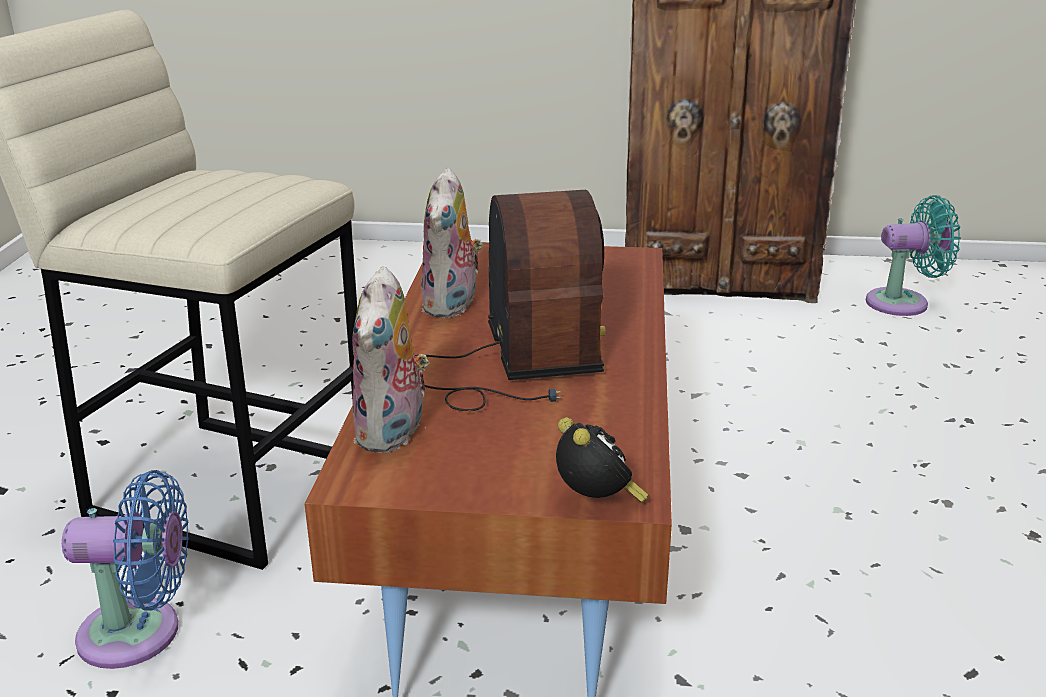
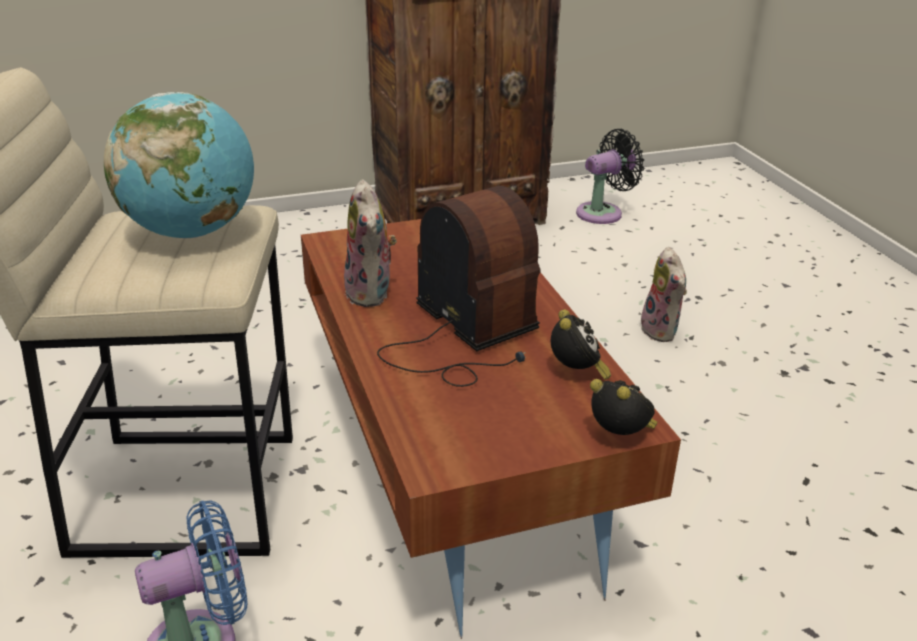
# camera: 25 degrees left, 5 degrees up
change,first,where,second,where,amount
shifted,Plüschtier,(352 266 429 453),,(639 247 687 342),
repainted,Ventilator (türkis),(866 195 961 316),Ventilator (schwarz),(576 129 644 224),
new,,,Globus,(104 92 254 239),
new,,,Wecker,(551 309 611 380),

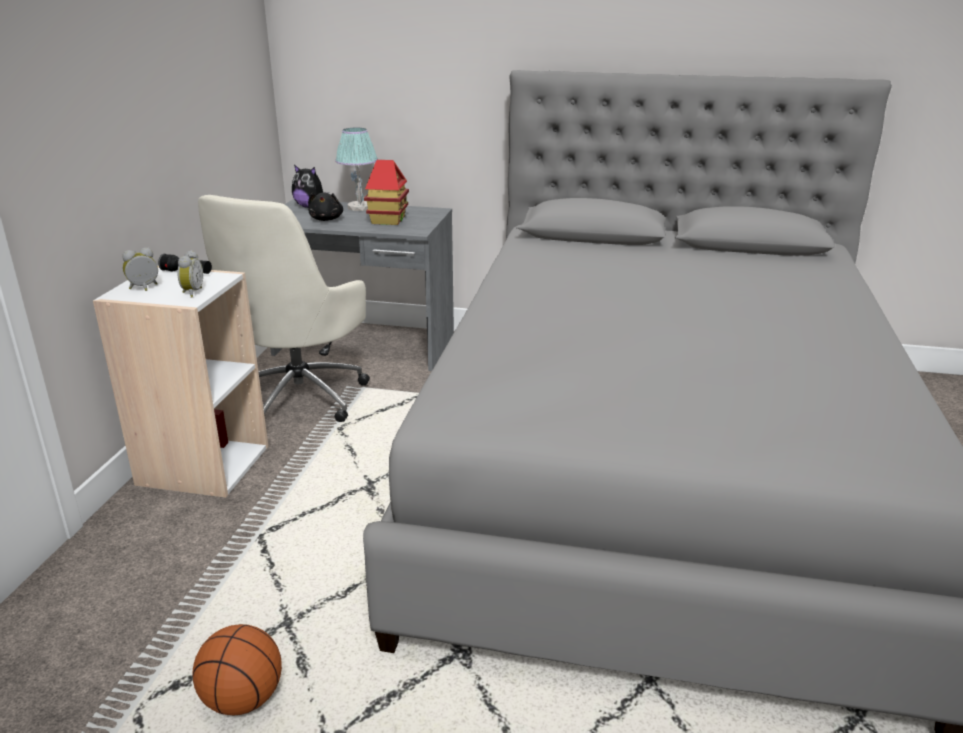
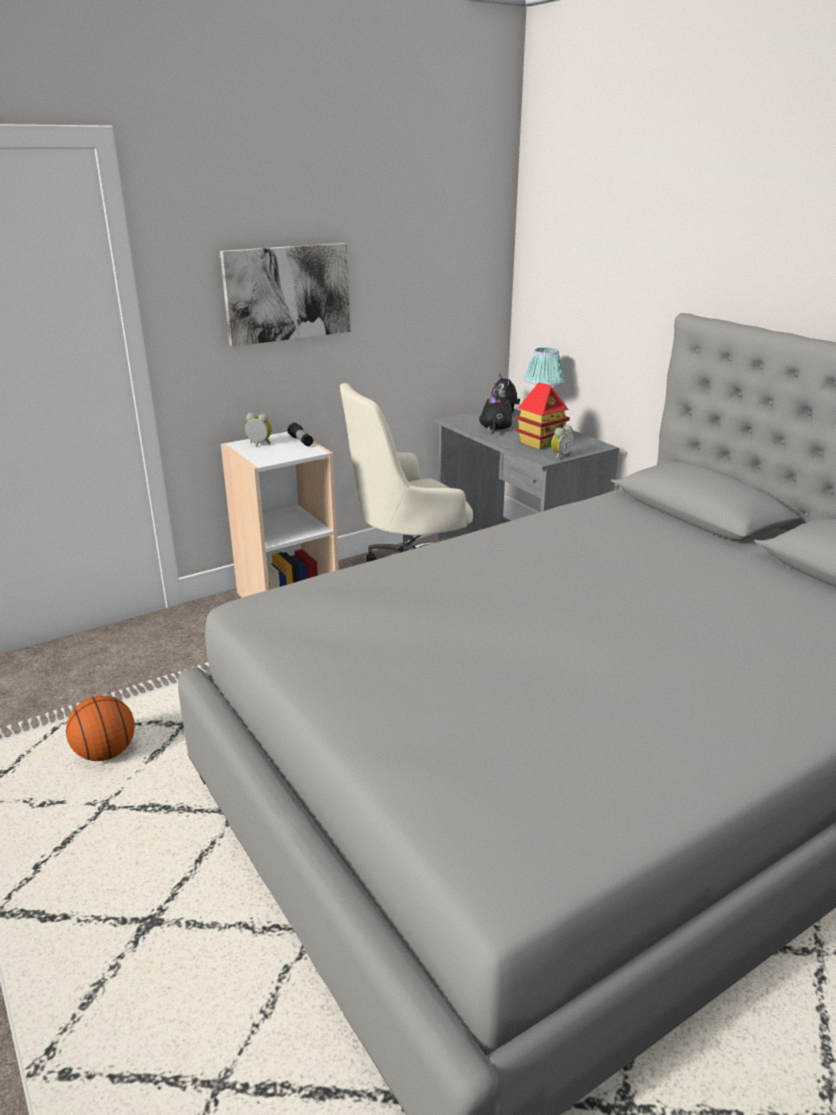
# camera: 45 degrees right, 0 degrees up
change,first,where,second,where,amount
shifted,Wecker,(178 250 203 298),,(551 425 574 460),
rotated,Plüschtier (schwarz),(308 192 343 221),,(479 398 512 435),150 degrees clockwise
new,,,Bild,(220 243 350 346),

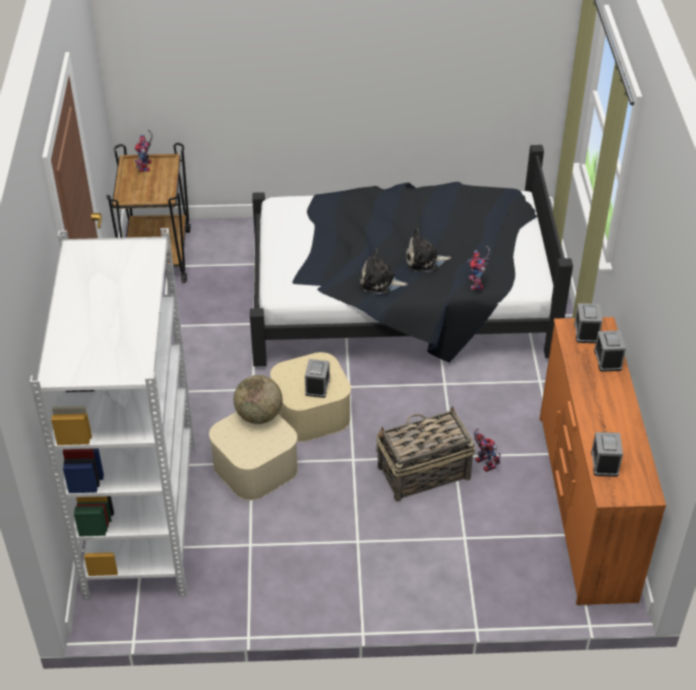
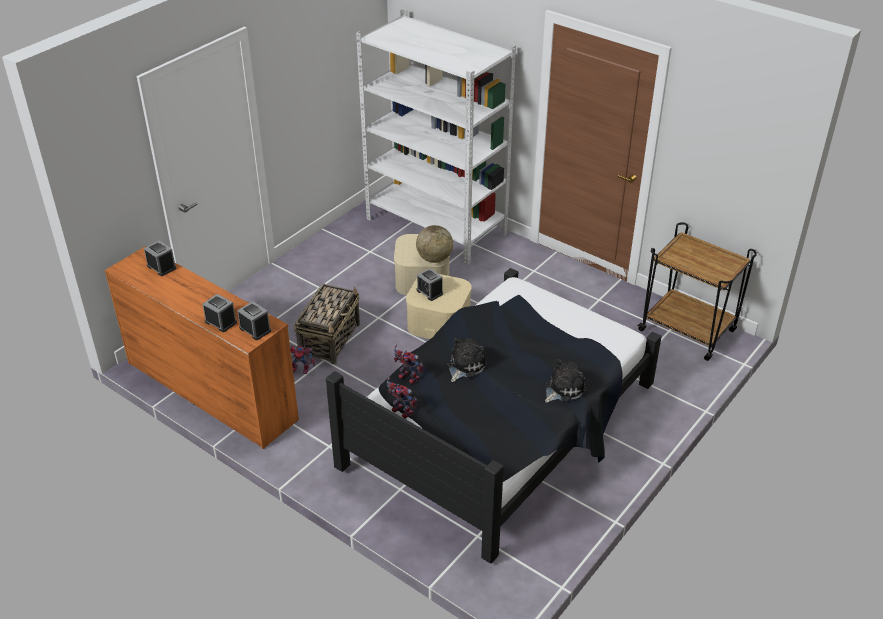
# camera: 130 degrees right, 5 degrees down
change,first,where,second,where,amount
shifted,Spielzeugroboter,(135 130 153 172),,(387 377 417 419),
shifted,Plüschtier,(360 249 408 294),,(545 359 587 403),

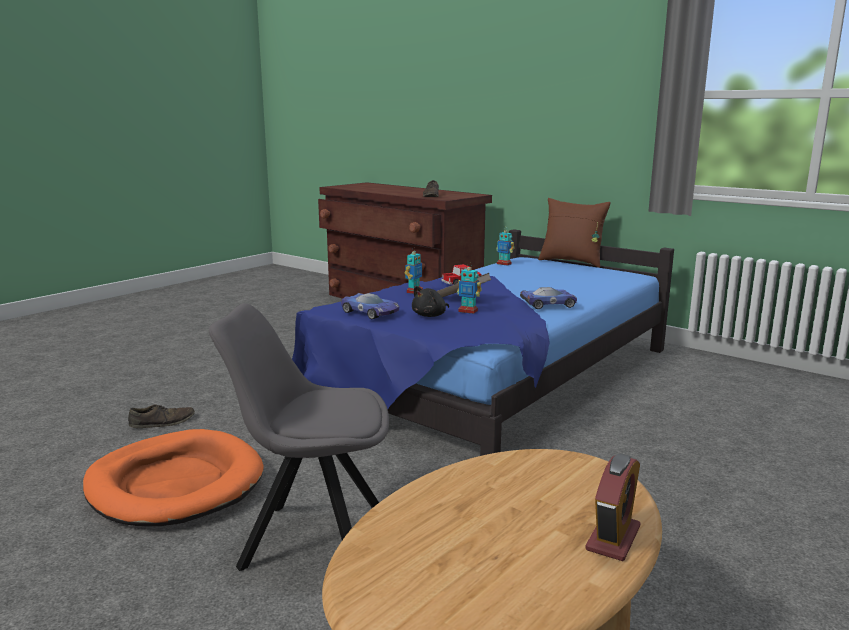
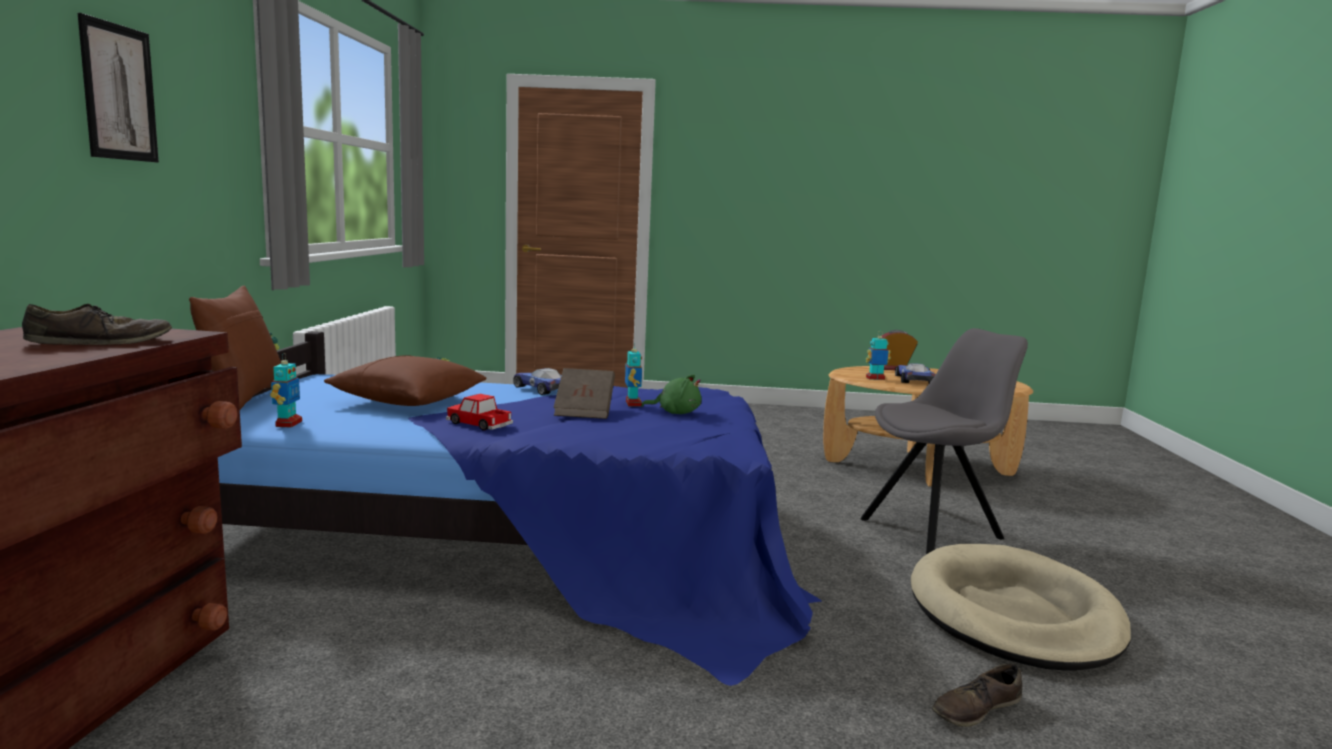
# camera: 125 degrees left, 5 degrees down
change,first,where,second,where,amount
repainted,Hundebett (orange),(83 429 264 526),Hundebett (beige),(911 544 1131 671),
rotated,Schuh (braun),(128 404 195 428),,(932 664 1022 727),60 degrees counterclockwise
rotated,Stuhl (grau),(209 303 389 571),,(861 328 1028 554),90 degrees counterclockwise
shifted,Spielzeugauto,(341 293 400 319),,(895 363 936 383),
shifted,Spielzeugroboter,(405 247 423 294),,(866 332 890 380),
repainted,Plüschtier (schwarz),(412 286 449 317),Plüschtier (grün),(641 375 702 414),
new,,,Bild,(78 13 159 162),
new,,,Kissen (braun),(324 355 486 406),

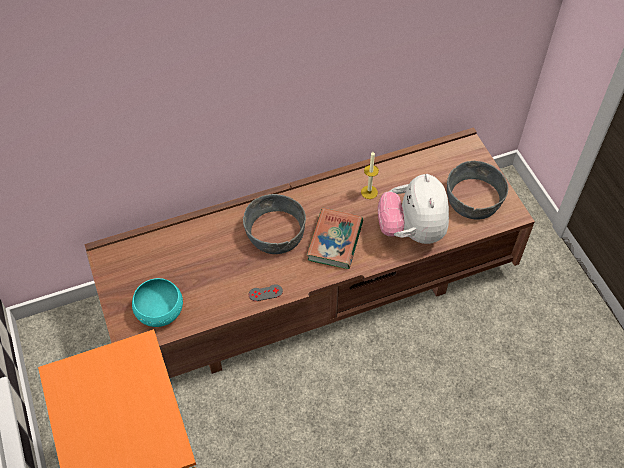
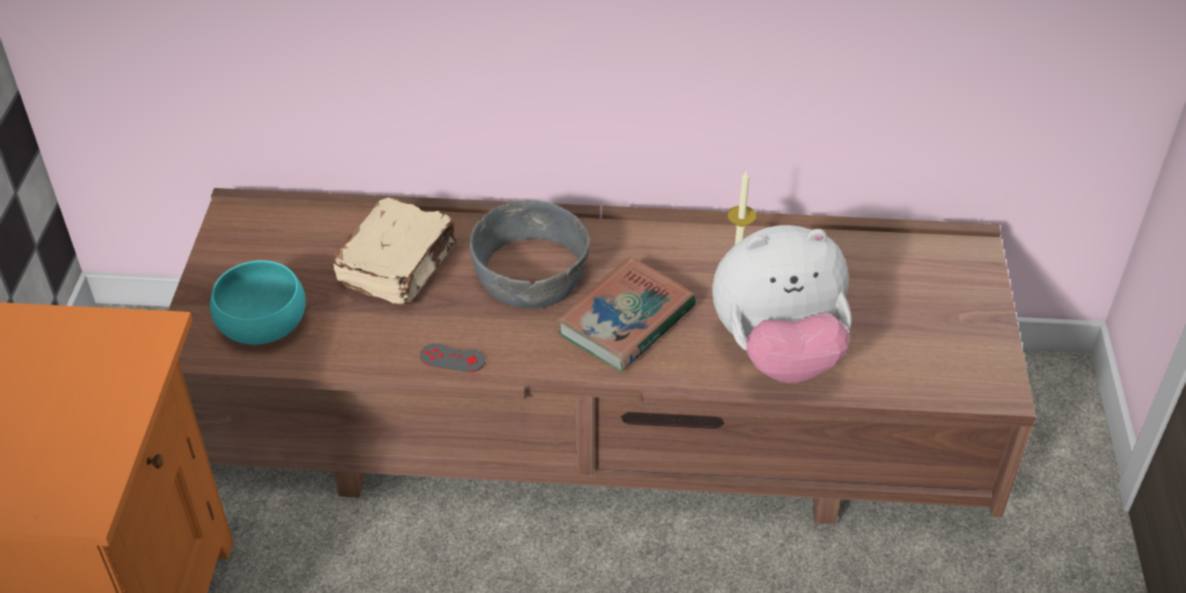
# camera: 25 degrees right, 10 degrees down
change,first,where,second,where,amount
rotated,Plüschtier,(378 174 449 244),,(712 225 852 383),120 degrees counterclockwise
gone,Schüssel (grau),(447 161 508 220),,,
new,,,Buch (beige),(333 197 457 304),

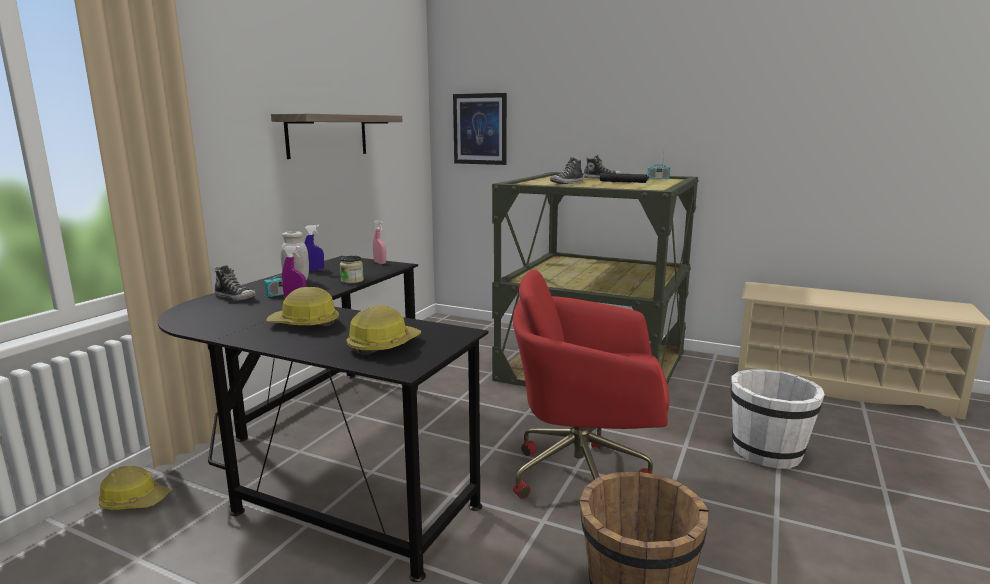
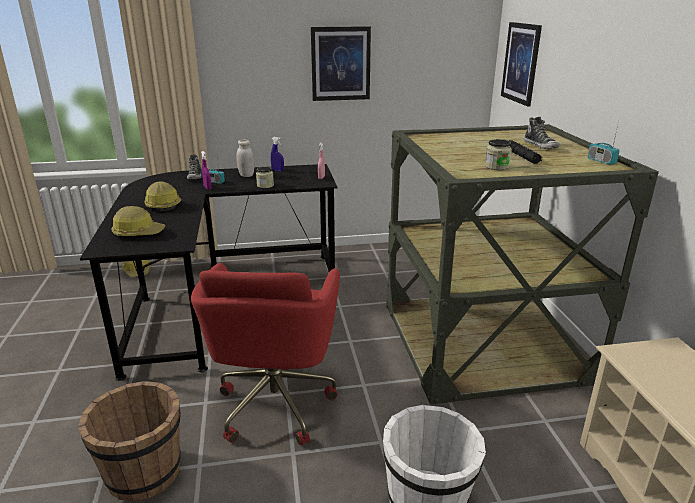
# camera: 55 degrees right, 10 degrees up
change,first,where,second,where,amount
swapped,Wandregal,(271 114 402 159),Bild,(311 26 371 101),
rotated,Bürostuhl (rot),(513 270 669 499),,(191 263 340 446),150 degrees counterclockwise
gone,Schuh,(550 157 583 184),,,
new,,,Vorratsglas,(485 139 512 170),

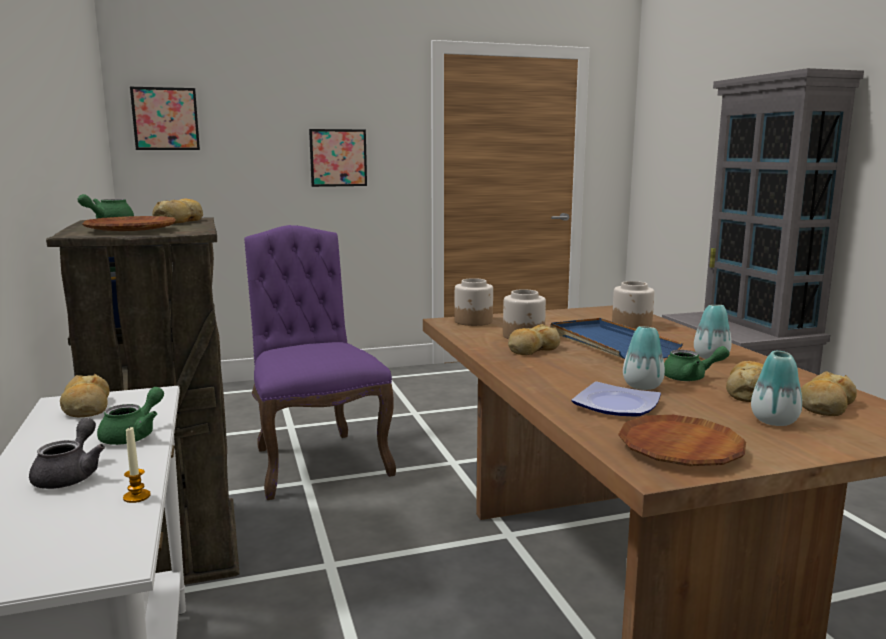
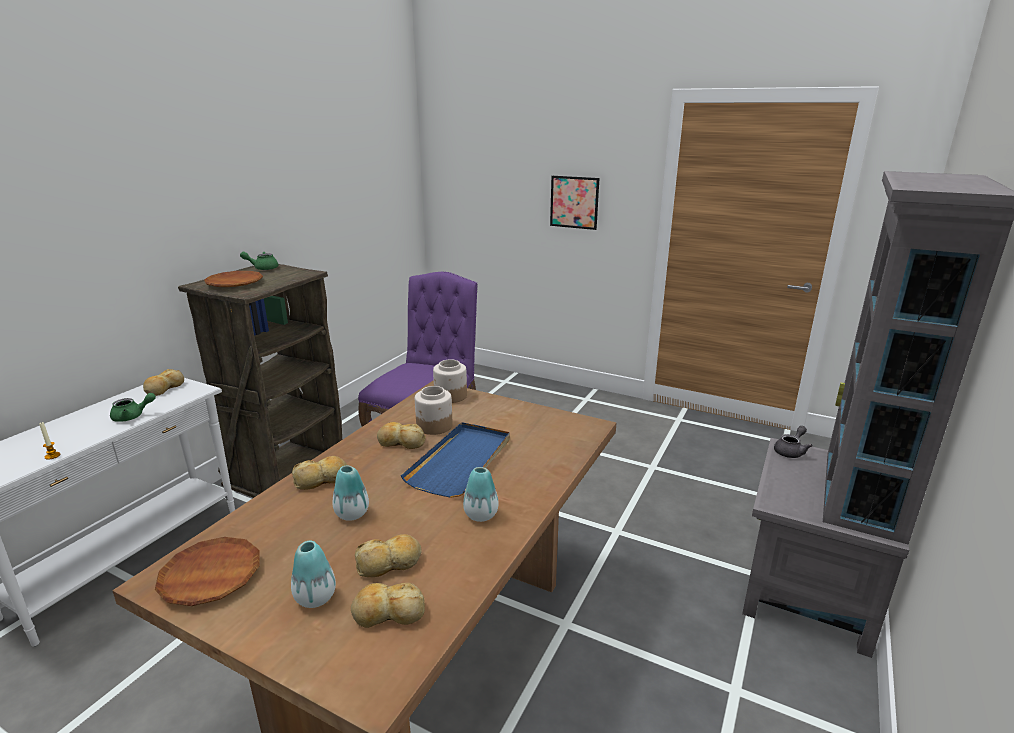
# camera: 45 degrees right, 10 degrees up
change,first,where,second,where,amount
shifted,Teekanne (grau),(29 418 105 489),,(774 426 813 458),
gone,Bild,(130 87 200 150),,,
shifted,Brot,(152 199 203 224),,(292 456 348 490),
gone,Teller,(571 382 661 416),,,
gone,Vorratsglas,(612 281 654 329),,,
gone,Teekanne (grün),(664 346 730 381),,,

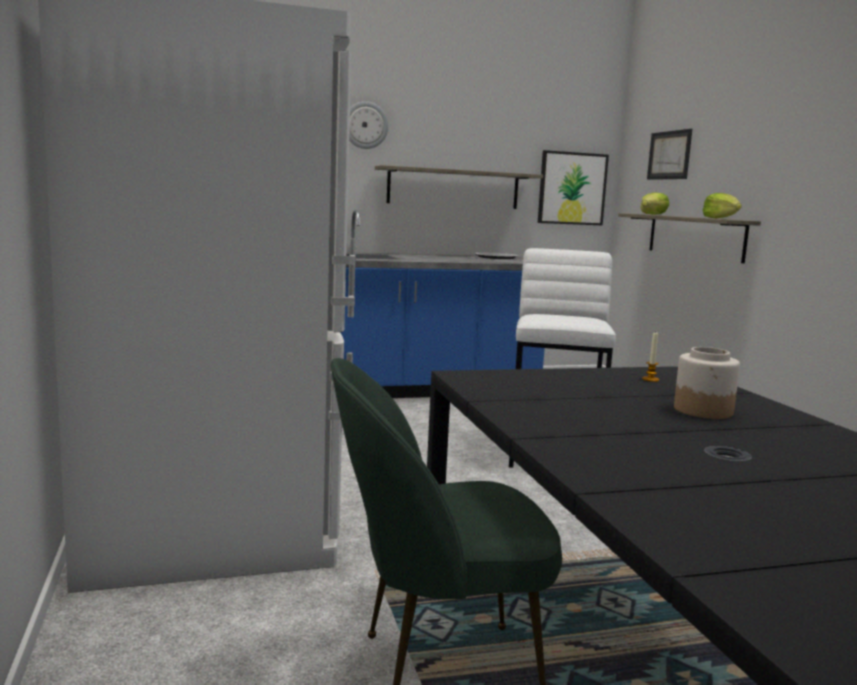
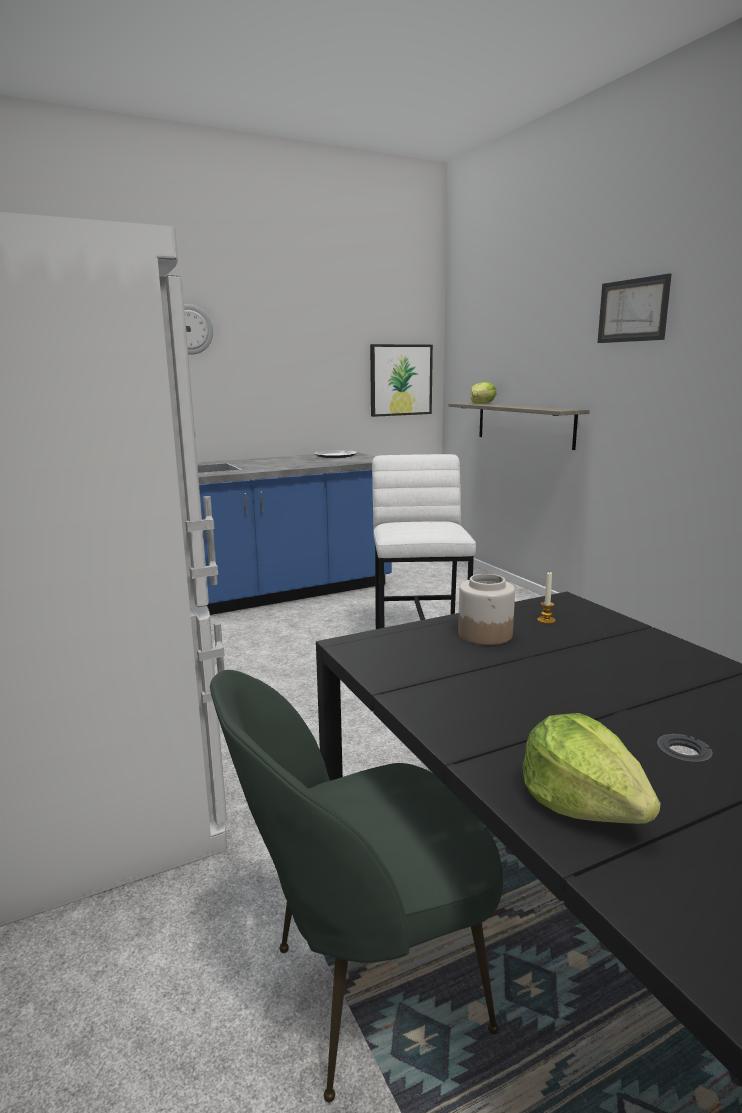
# camera: 10 degrees left, 5 degrees up
change,first,where,second,where,amount
gone,Wandregal,(375 165 543 209),,,
shifted,Bild,(647 129 692 180),,(598 273 672 343),
shifted,Vorratsglas,(674 347 740 419),,(458 574 515 645),
shifted,Salatkopf,(703 193 742 218),,(522 713 661 824),

